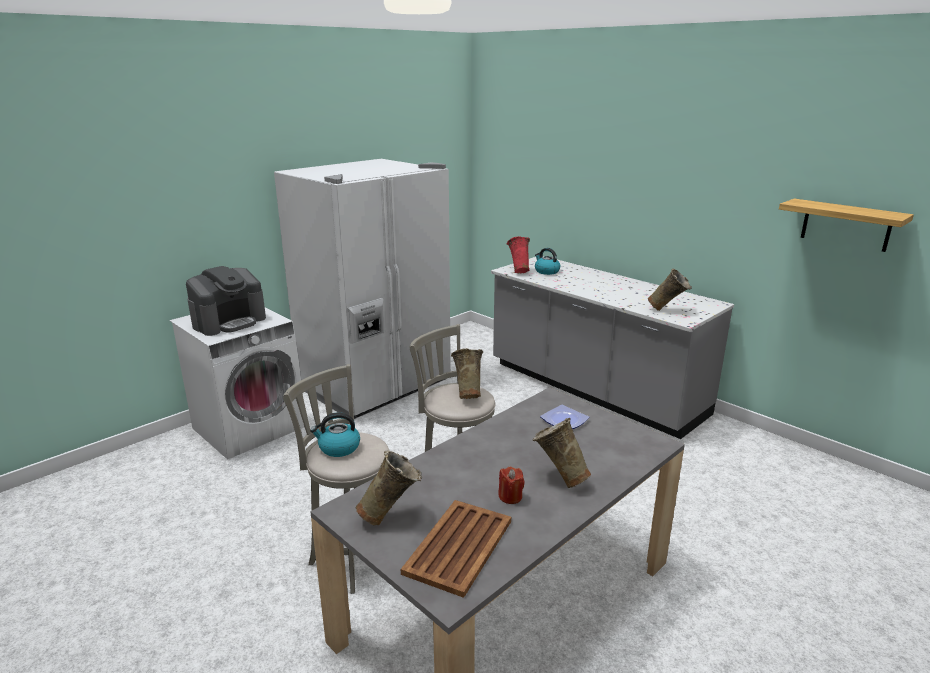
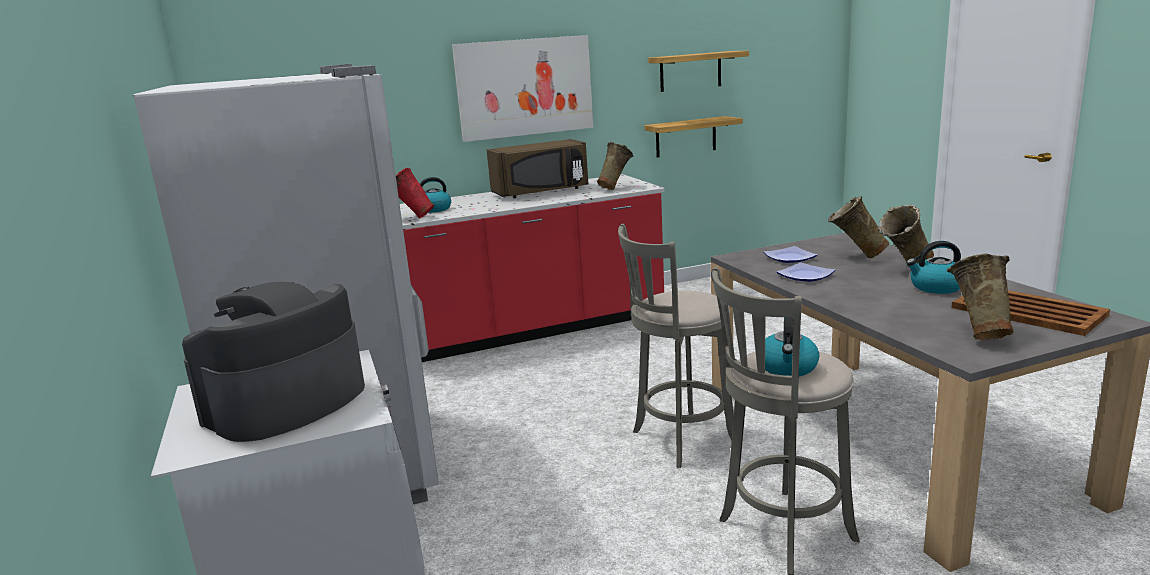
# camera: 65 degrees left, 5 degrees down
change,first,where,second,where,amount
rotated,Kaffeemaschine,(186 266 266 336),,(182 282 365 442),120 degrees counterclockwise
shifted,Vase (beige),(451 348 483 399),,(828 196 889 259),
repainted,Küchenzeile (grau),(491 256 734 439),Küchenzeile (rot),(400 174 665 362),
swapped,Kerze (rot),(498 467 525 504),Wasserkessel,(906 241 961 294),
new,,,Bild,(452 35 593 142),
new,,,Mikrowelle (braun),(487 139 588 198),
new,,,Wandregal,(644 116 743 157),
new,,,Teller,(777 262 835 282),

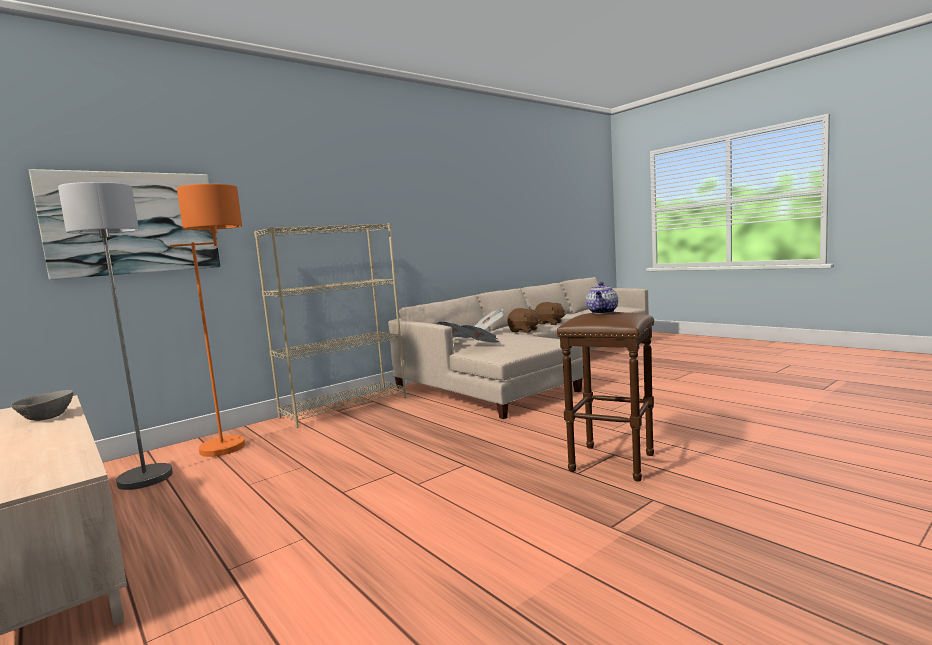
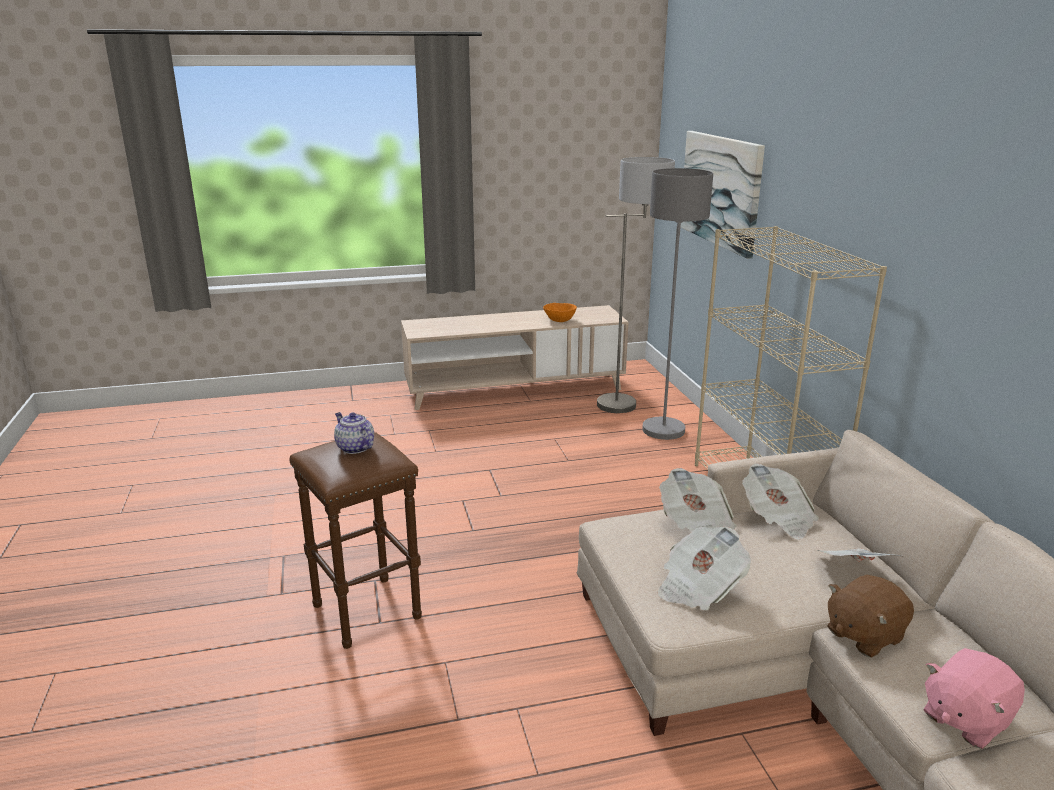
# camera: 115 degrees right, 15 degrees up
change,first,where,second,where,amount
repainted,Schüssel (grau),(11 390 73 421),Schüssel (orange),(543 303 577 322),
repainted,Stehlampe (orange),(170 184 245 457),Stehlampe (grau),(642 168 713 440),
repainted,Plüschtier (braun),(535 302 566 325),Plüschtier (rosa),(924 648 1025 749),
new,,,Zeitung,(657 527 751 610),

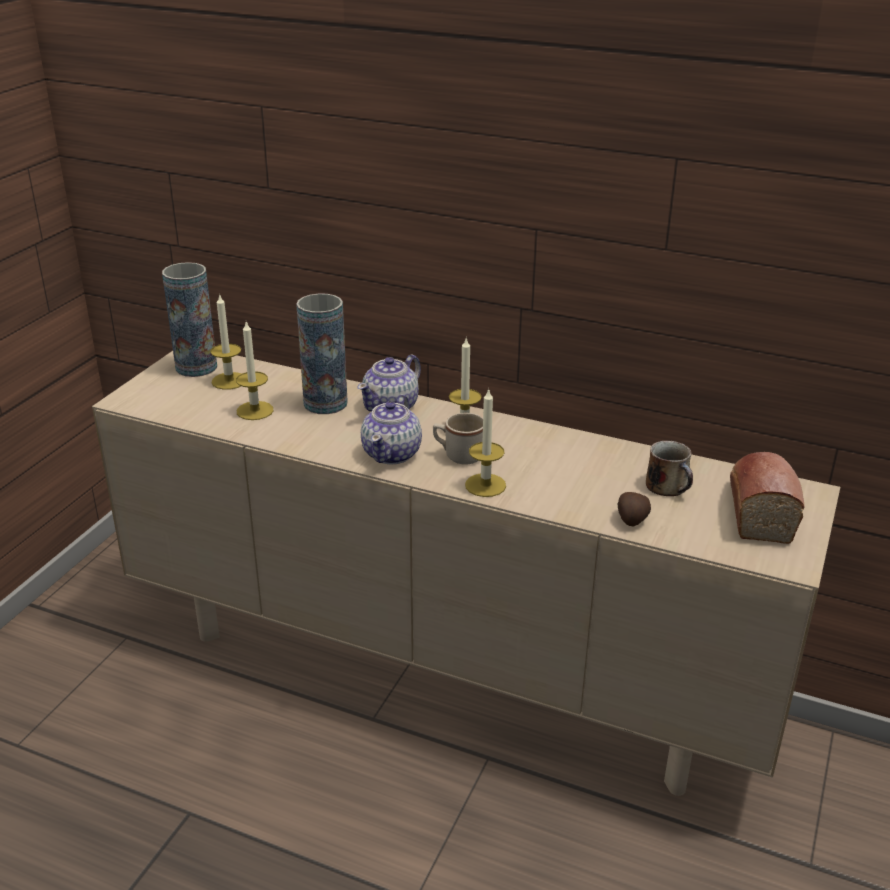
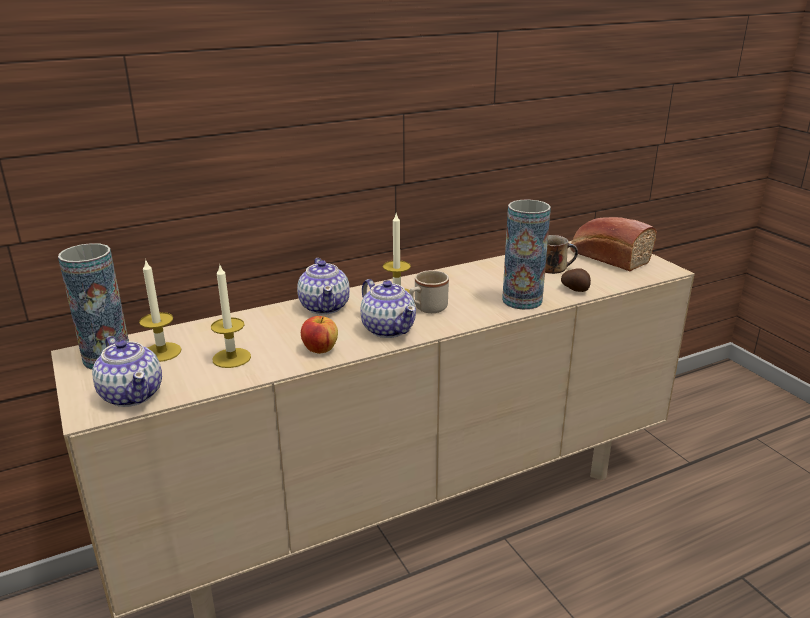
# camera: 50 degrees left, 5 degrees down
change,first,where,second,where,amount
shifted,Vase,(296 294 348 414),,(502 200 551 310),
gone,Kerze,(465 388 506 497),,,
new,,,Teekanne,(92 336 162 407),
new,,,Apfel,(301 316 338 354),

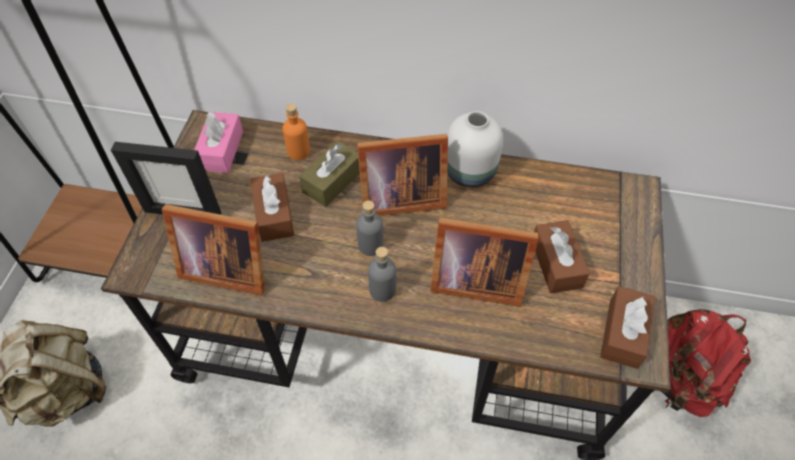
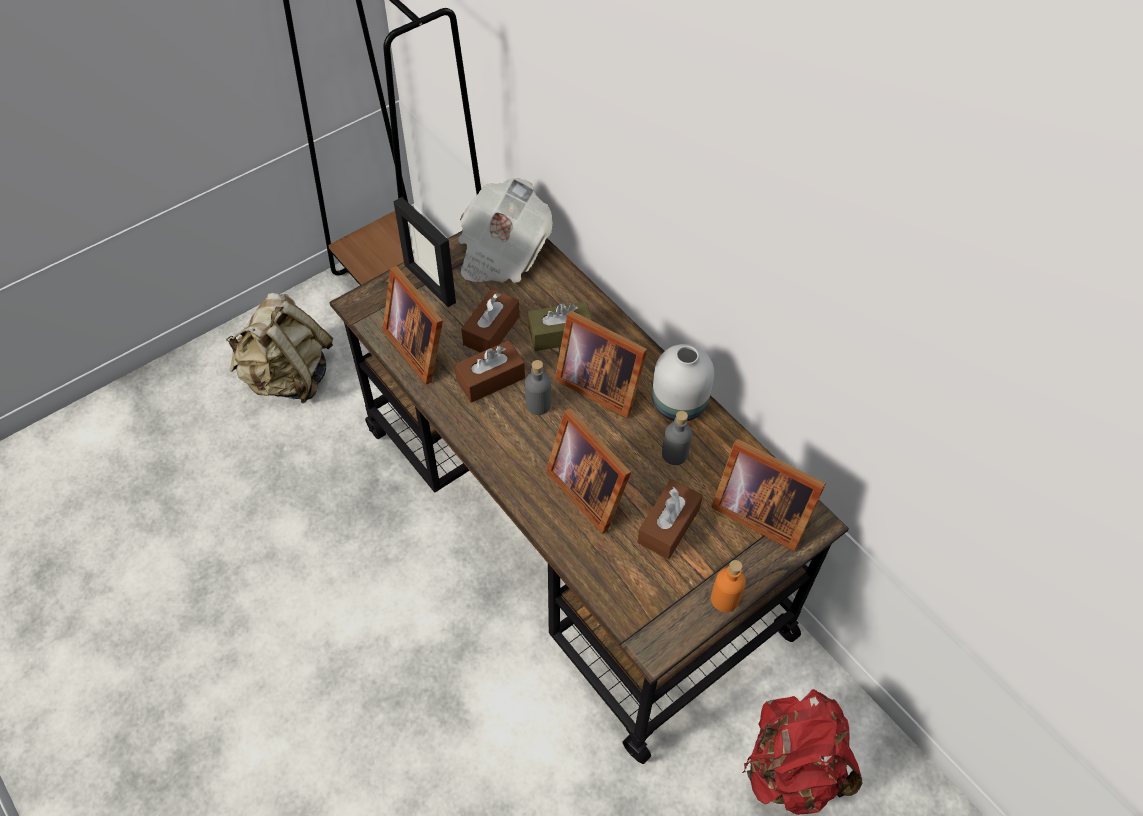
# camera: 40 degrees right, 0 degrees up
change,first,where,second,where,amount
swapped,Taschentuchbox (rosa),(194 112 243 173),Zeitung,(458 178 553 283),
shifted,Flasche (orange),(282 104 310 160),,(711 560 746 612),
shifted,Flasche (grau),(368 247 396 302),,(662 411 692 465),
shifted,Taschentuchbox (braun),(600 286 655 369),,(454 340 525 403),
new,,,Bilderrahmen,(711 439 826 551),

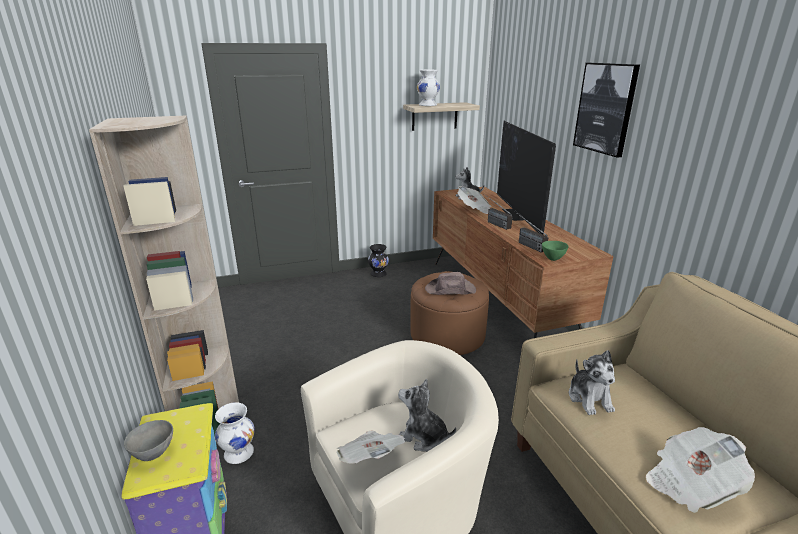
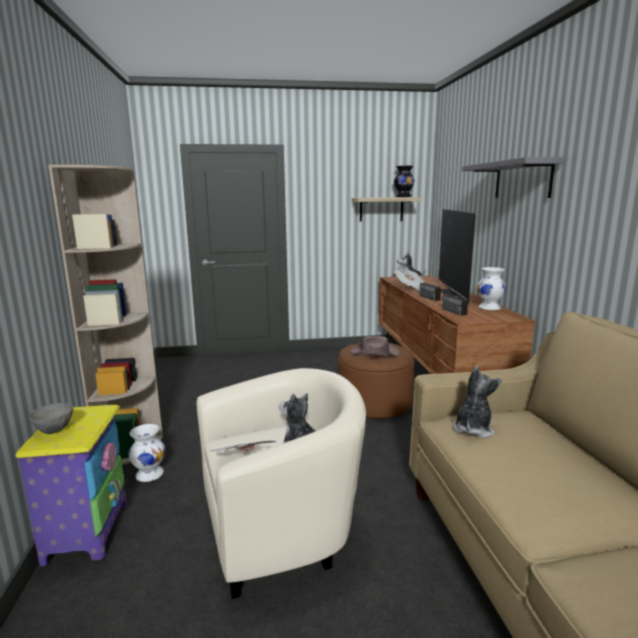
# camera: 10 degrees right, 10 degrees down
change,first,where,second,where,amount
shifted,Vase (schwarz),(368 244 389 277),,(394 166 415 197),
shifted,Vase (weiß),(417 70 440 106),,(477 267 507 310),
gone,Schüssel (grün),(542 241 569 261),,,
rotated,Plüschtier,(568 350 615 415),,(453 366 501 438),150 degrees counterclockwise
swapped,Bild,(573 63 640 158),Wandregal (grau),(462 157 565 198),
gone,Zeitung,(646 427 755 513),,,

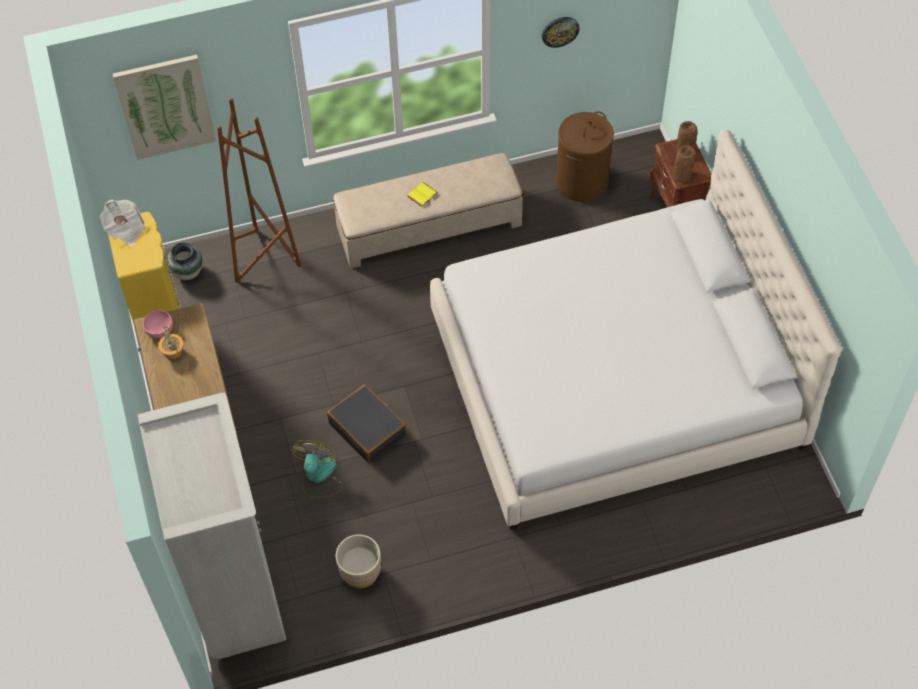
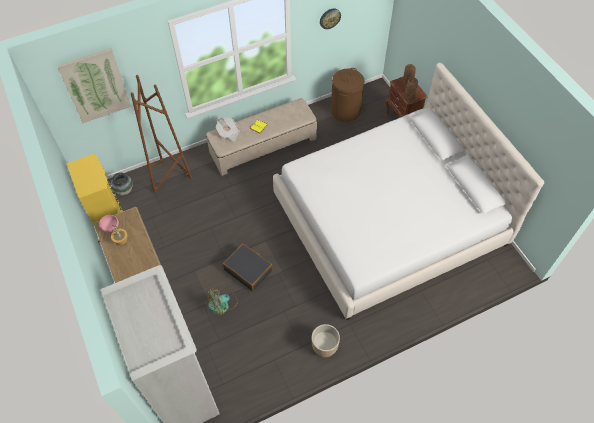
# camera: 10 degrees left, 0 degrees up
change,first,where,second,where,amount
shifted,Zeitung,(100 200 146 246),,(216 117 240 141),
rotated,Ventilator,(291 440 343 498),,(208 288 238 316),120 degrees counterclockwise
shifted,Pflanzkübel (beige),(336 535 381 588),,(312 324 340 357),

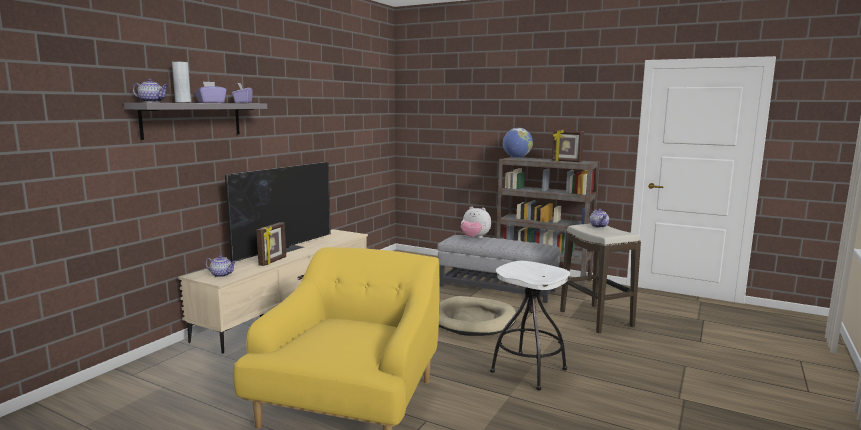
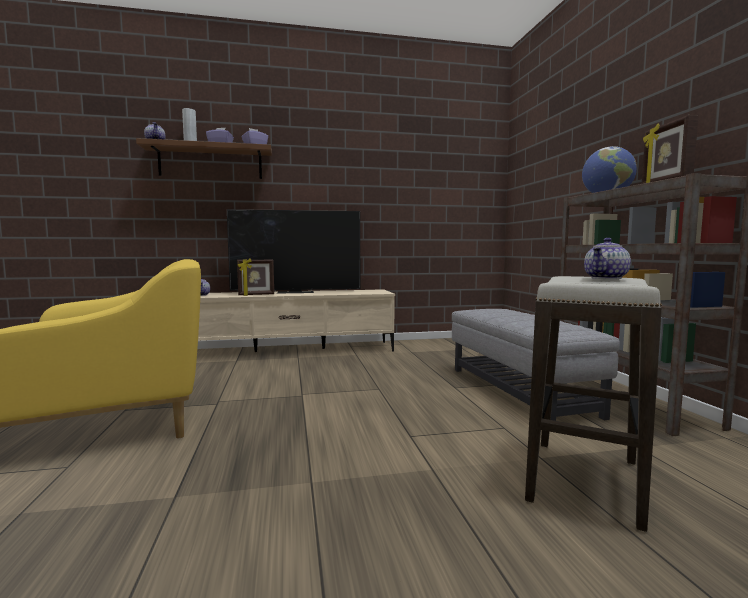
# camera: 50 degrees right, 5 degrees down
change,first,where,second,where,amount
repainted,Wandregal (grau),(124 103 267 140),Wandregal (braun),(136 138 272 179),
gone,Hundebett (beige),(439 296 516 336),,,
gone,Plüschtier,(461 206 491 238),,,
gone,Hocker (weiß),(490 261 570 391),,,

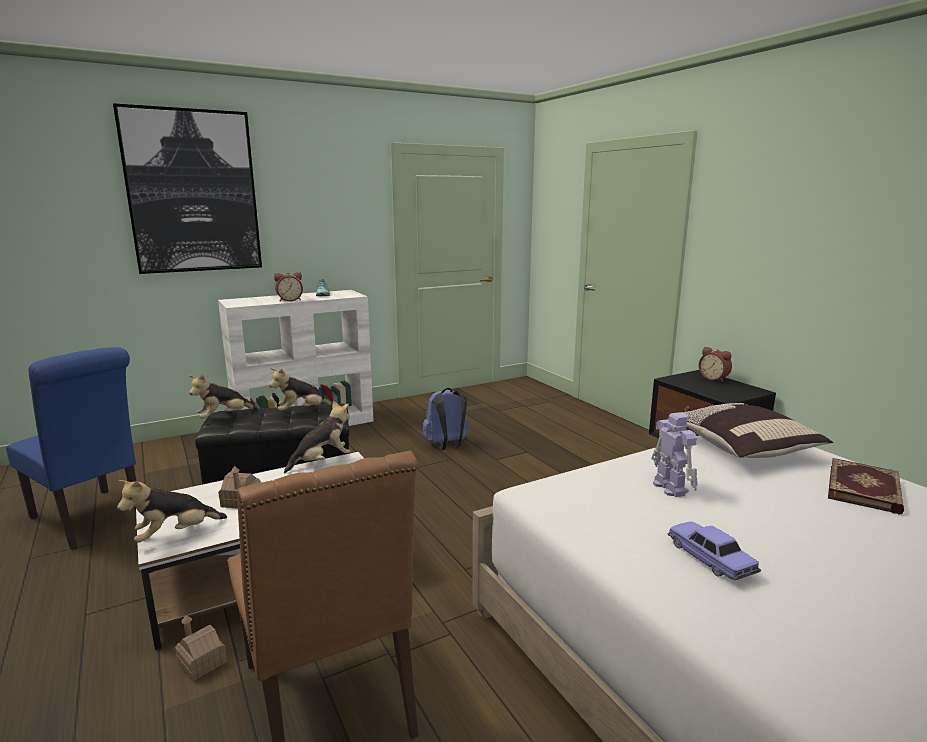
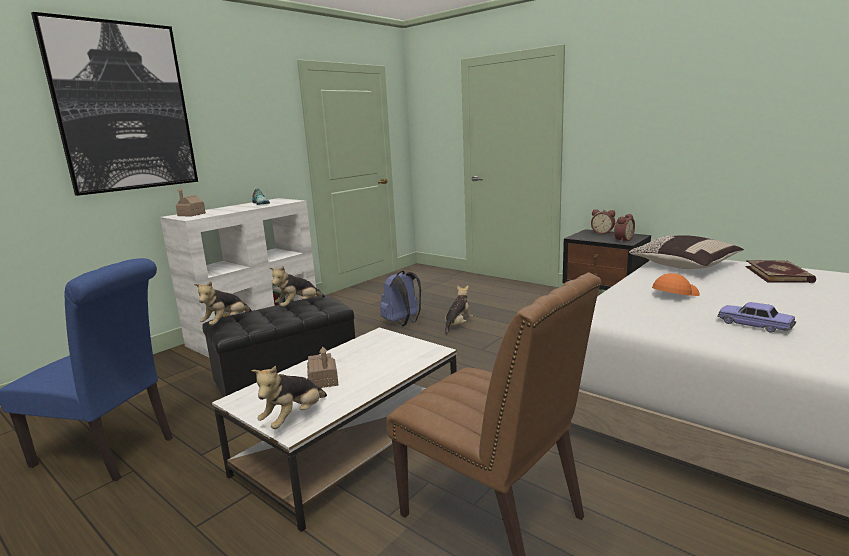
# camera: 20 degrees left, 0 degrees up
change,first,where,second,where,amount
shifted,Spielzeughaus,(175 615 227 682),,(176 187 206 217),
shifted,Wecker,(274 272 303 302),,(614 214 635 242),
shifted,Plüschtier,(284 401 350 473),,(445 285 473 335),
swapped,Spielzeugroboter,(651 412 698 497),Kappe (orange),(652 273 700 296),

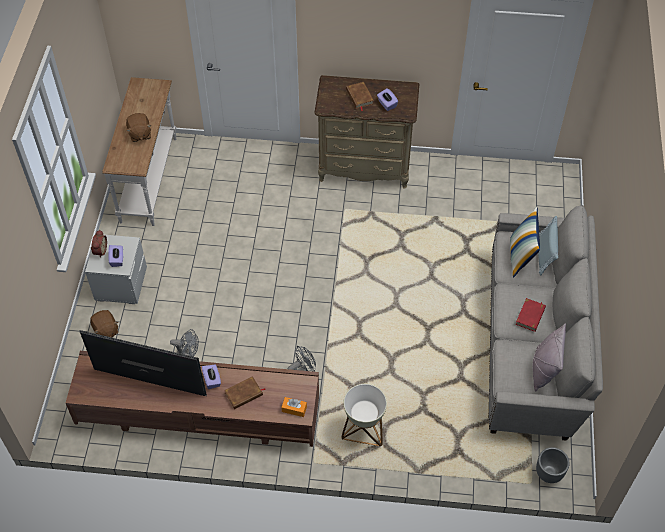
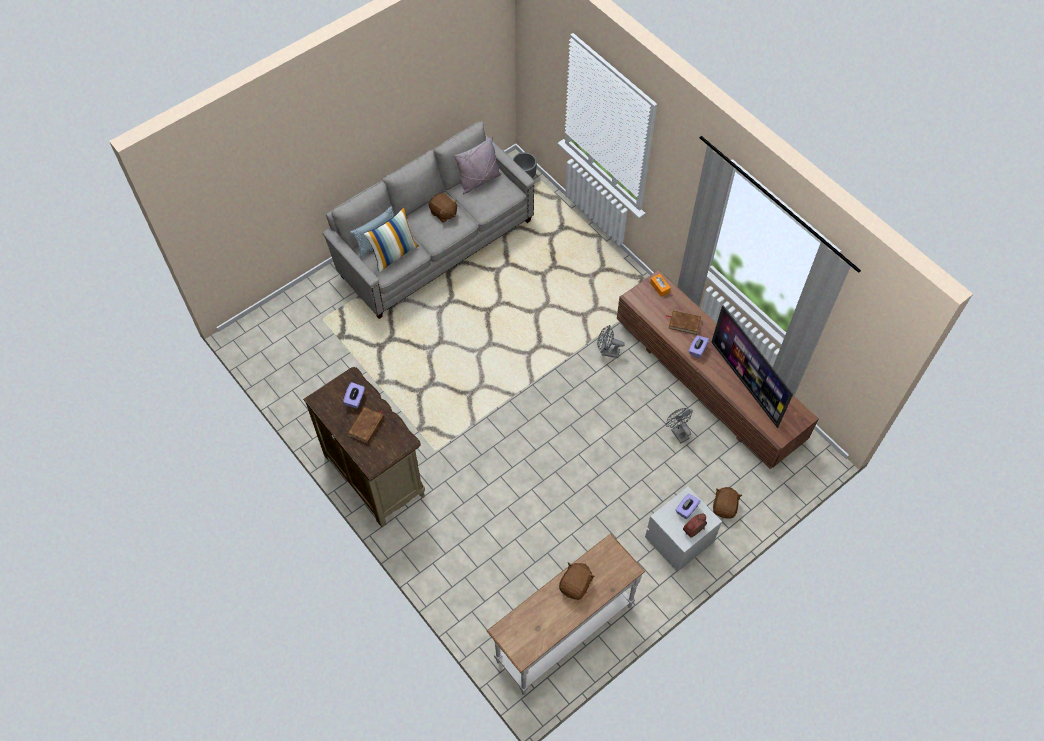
# camera: 135 degrees left, 5 degrees up
change,first,where,second,where,amount
gone,Pflanzkübel,(342 384 387 446),,,
swapped,Buch (rot),(515 298 546 332),Plüschtier (braun),(429 193 457 223),

